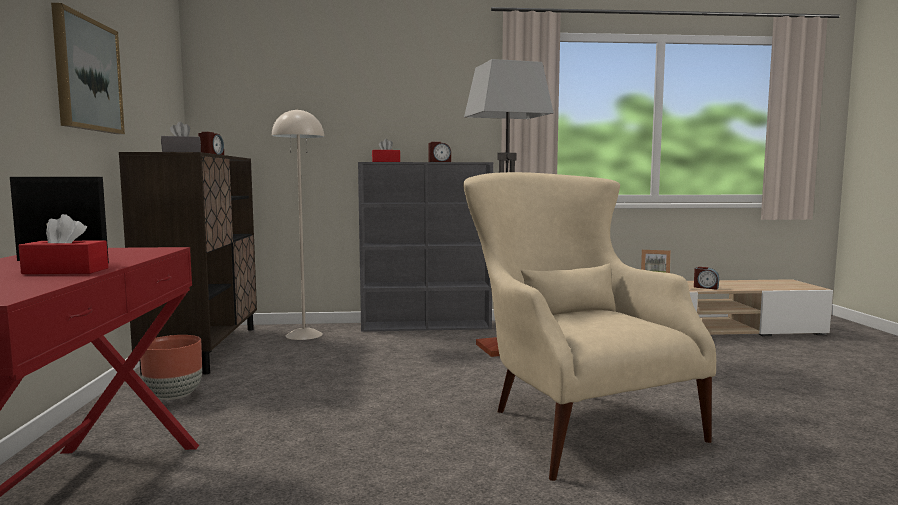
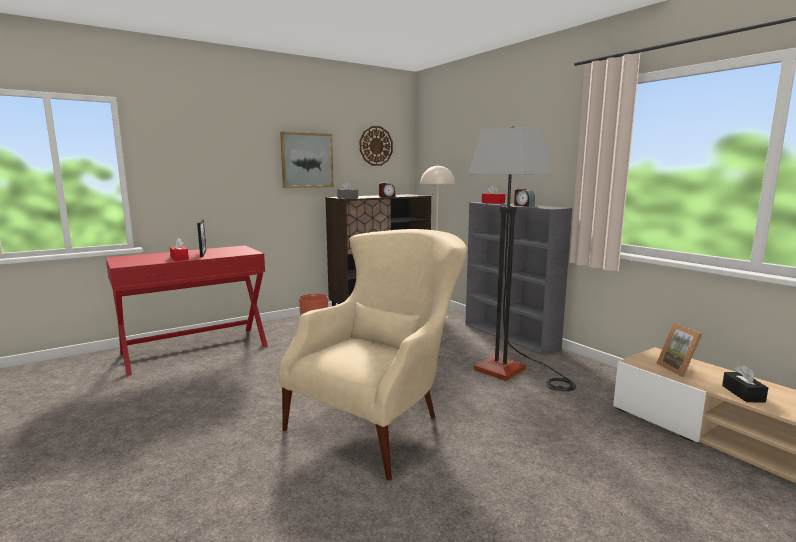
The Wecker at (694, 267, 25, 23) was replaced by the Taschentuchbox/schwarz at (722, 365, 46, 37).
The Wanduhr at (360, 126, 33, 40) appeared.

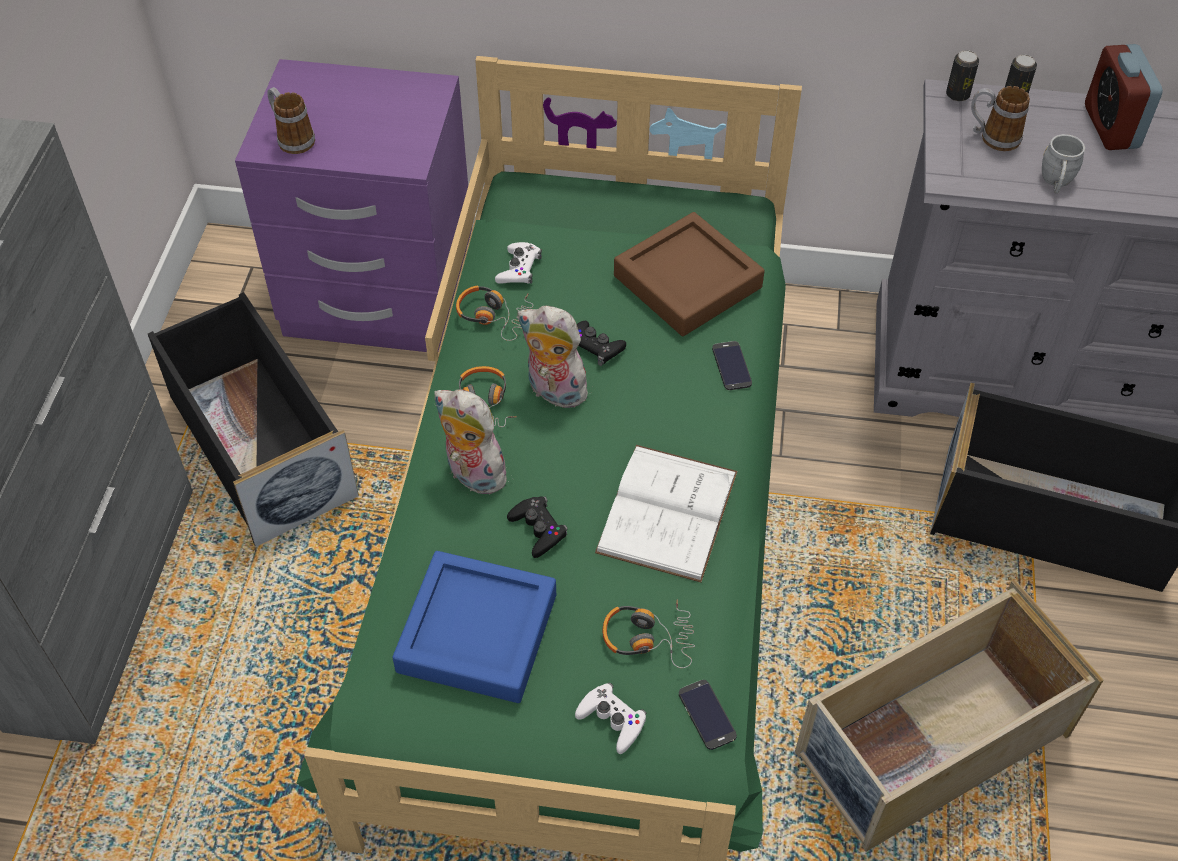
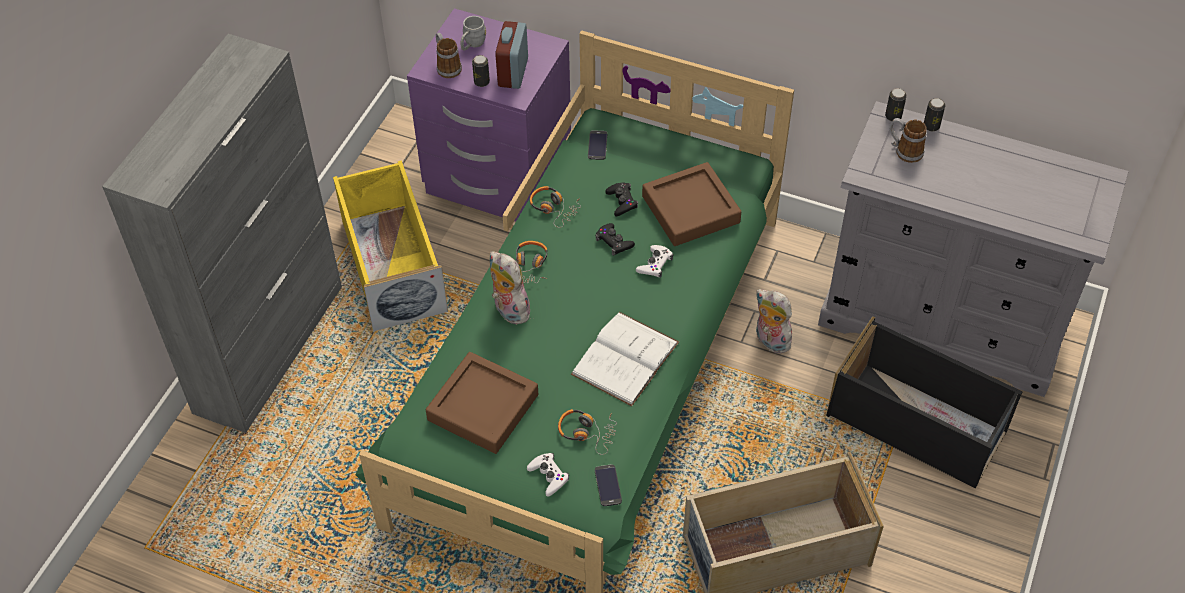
The Wecker moved from (1085, 44, 78, 106) to (495, 21, 33, 68).
The Henkelbecher/grau moved from (1042, 134, 43, 60) to (461, 16, 25, 34).
The Gamepad/weiß moved from (495, 242, 47, 42) to (636, 245, 38, 33).
The Aufbewahrungsbox/schwarz at (148, 292, 211, 255) became the Aufbewahrungsbox/gelb at (333, 160, 115, 171).
The Plüschtier moved from (518, 306, 77, 102) to (755, 289, 37, 64).
The Handy moved from (712, 341, 40, 49) to (588, 130, 19, 30).
The Gamepad/schwarz moved from (507, 496, 61, 62) to (605, 182, 33, 34).
The Tablett/blau at (393, 551, 163, 152) became the Tablett/braun at (426, 352, 112, 102).
The Dose at (472, 55, 18, 32) appeared.

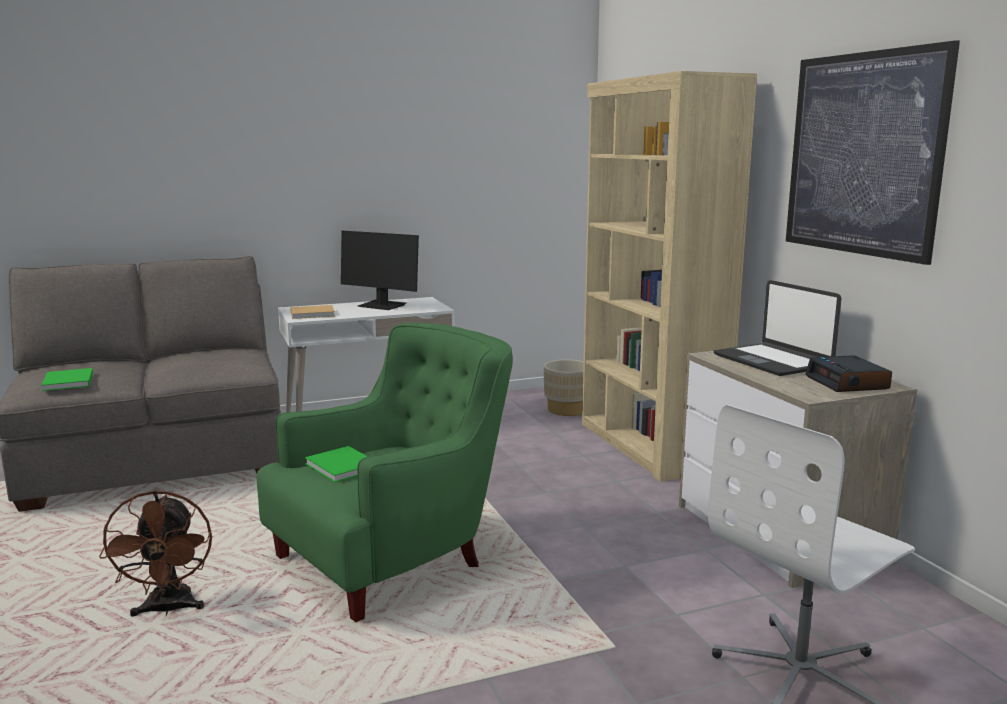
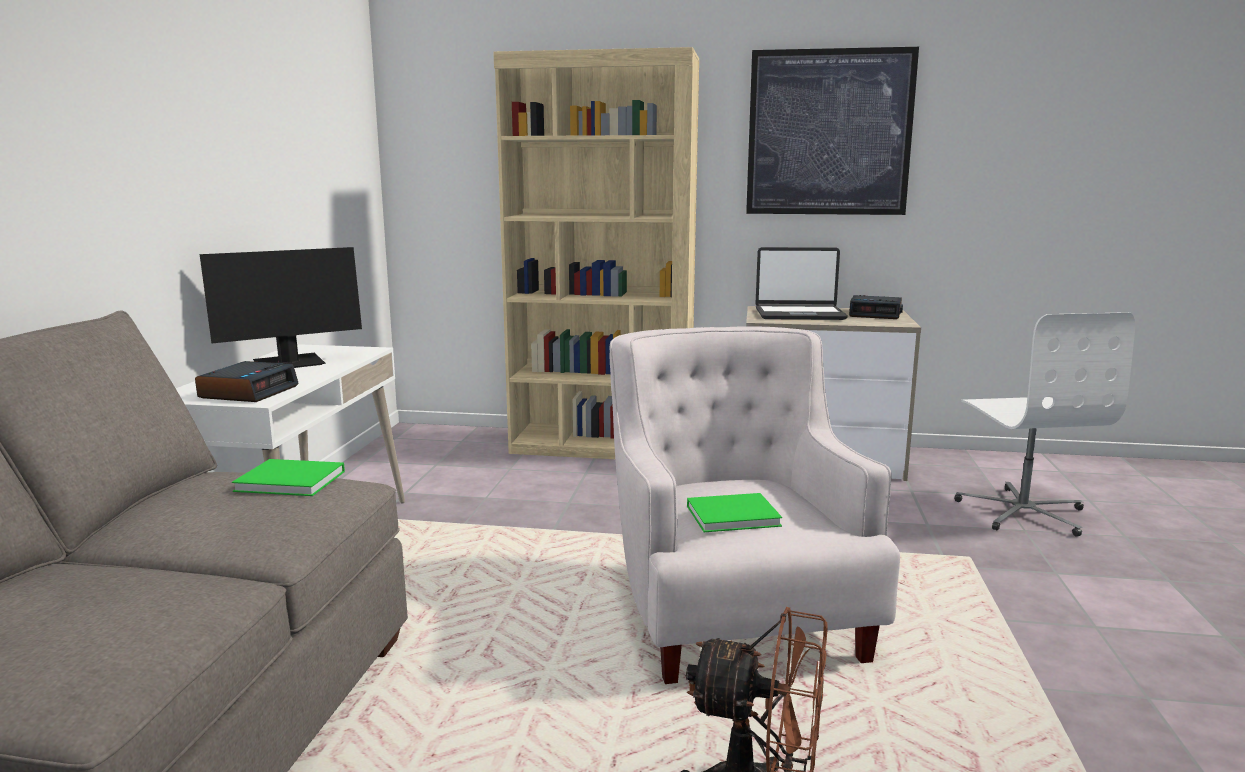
The Buch/beige at (290, 305, 45, 14) was replaced by the Wecker at (195, 361, 104, 41).
The Sessel/grün at (257, 323, 256, 299) became the Sessel/weiß at (610, 327, 290, 357).
The Pflanzkübel/beige at (544, 359, 40, 57) disappeared.
The Buch/grün moved from (41, 368, 52, 23) to (232, 459, 113, 37).

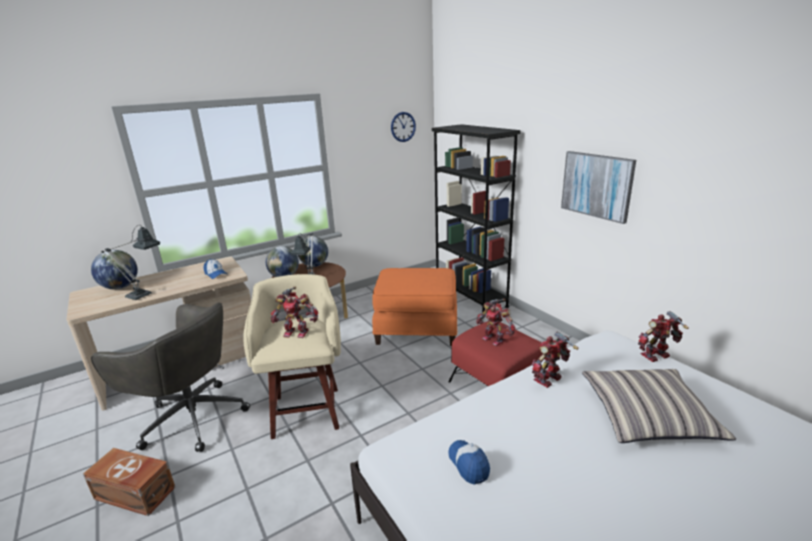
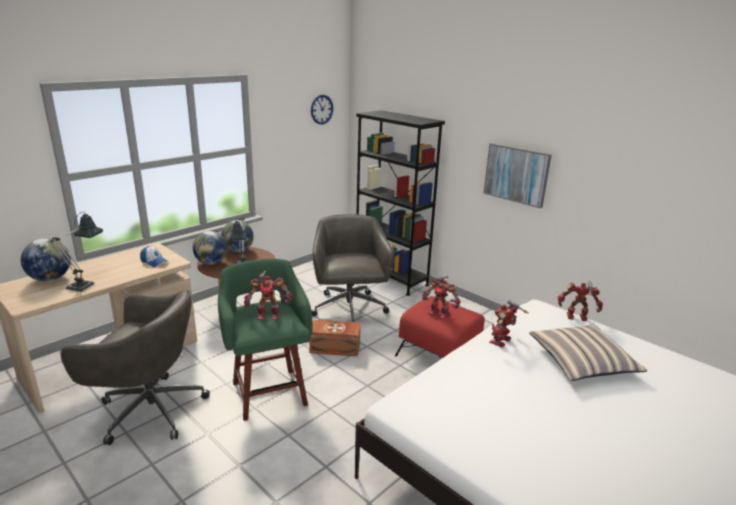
The Polsterhocker/orange at (372, 268, 85, 78) was replaced by the Bürostuhl/grau at (312, 214, 82, 108).
The Hocker/beige at (243, 274, 98, 165) became the Hocker/grün at (218, 259, 94, 162).
The Spielzeugroboter at (638, 311, 51, 51) turned 45 degrees clockwise.
The Kappe at (448, 440, 42, 45) disappeared.
The Aufbewahrungsbox/braun moved from (83, 448, 92, 68) to (309, 320, 52, 36).

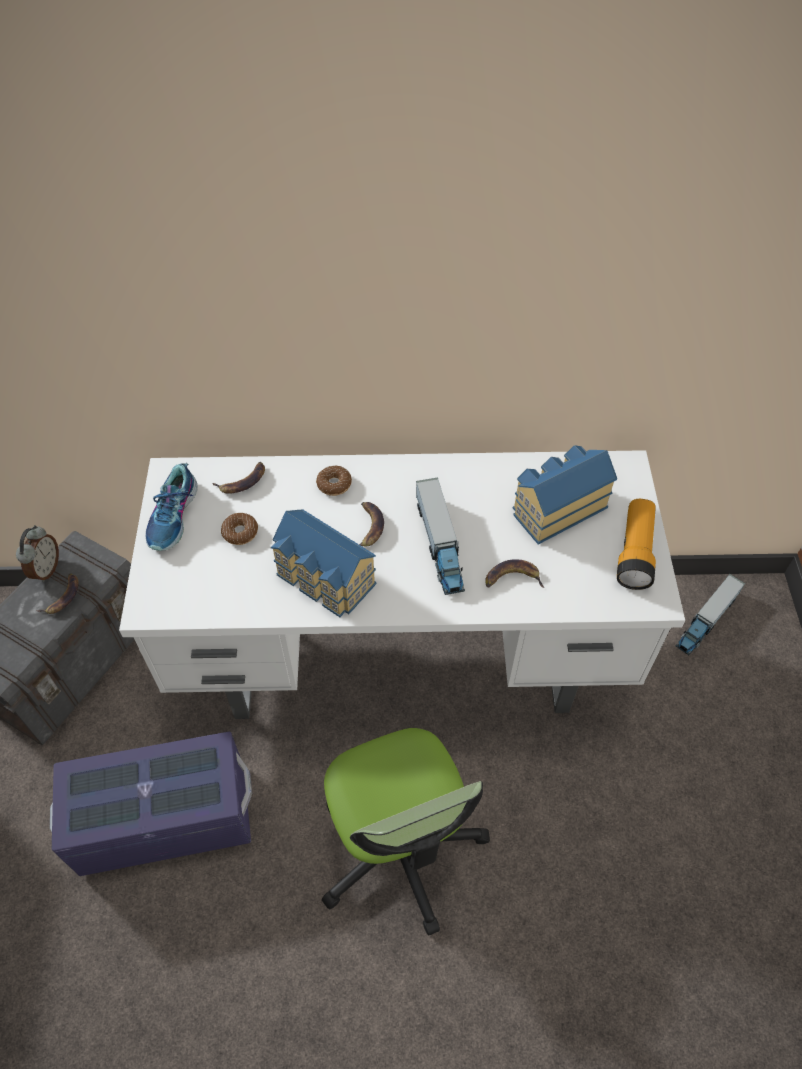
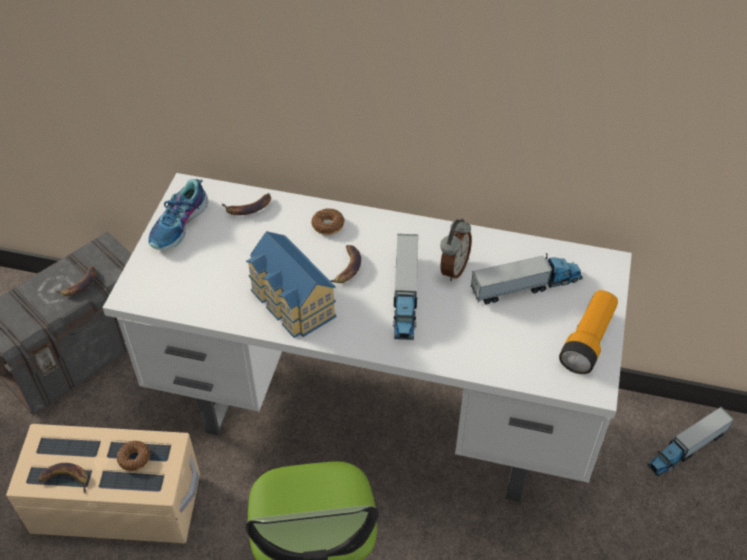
The Spielzeughaus at (513, 445, 104, 100) was replaced by the Spielzeuglaster at (471, 253, 112, 51).
The Donut moved from (221, 513, 37, 32) to (117, 441, 33, 30).
The Wecker moved from (16, 525, 43, 57) to (440, 218, 32, 63).
The Banane moved from (485, 560, 60, 28) to (38, 463, 50, 31).
The Aufbewahrungsbox/lila at (50, 732, 202, 144) became the Aufbewahrungsbox/beige at (6, 424, 194, 119).

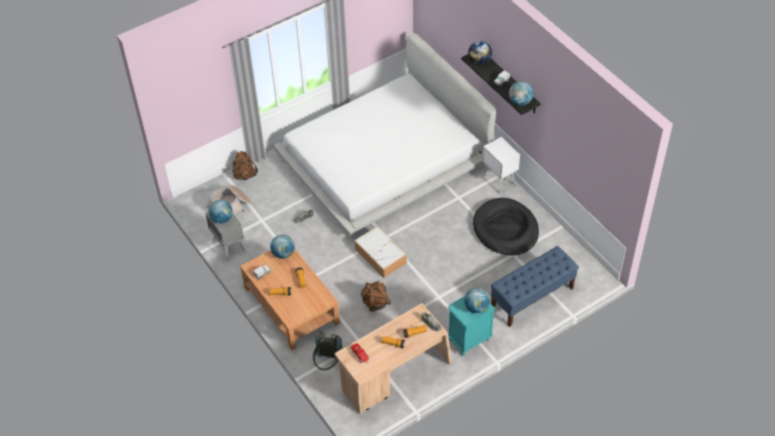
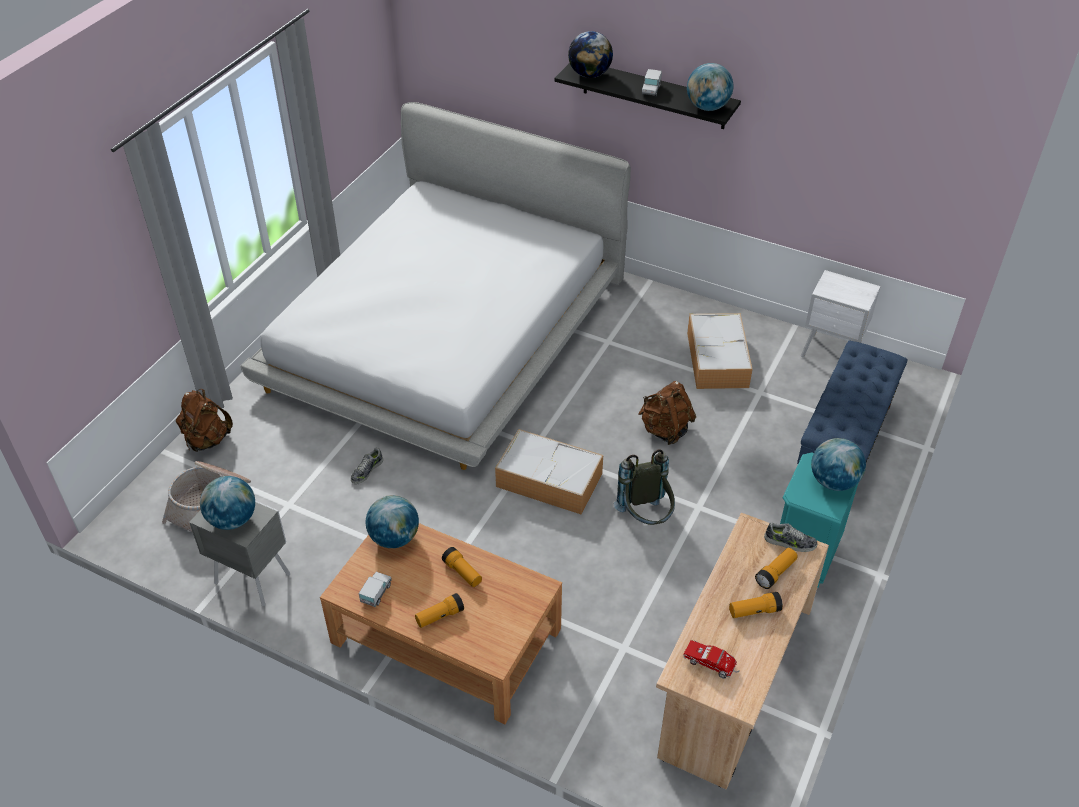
The Nachttisch/weiß moved from (482, 137, 38, 56) to (801, 270, 80, 87).
The Hundebett/schwarz at (473, 198, 66, 57) was replaced by the Aufbewahrungsbox at (687, 313, 66, 76).
The Rucksack/braun moved from (361, 281, 30, 31) to (638, 381, 58, 64).
The Rucksack/grau moved from (313, 331, 29, 39) to (614, 449, 61, 76).

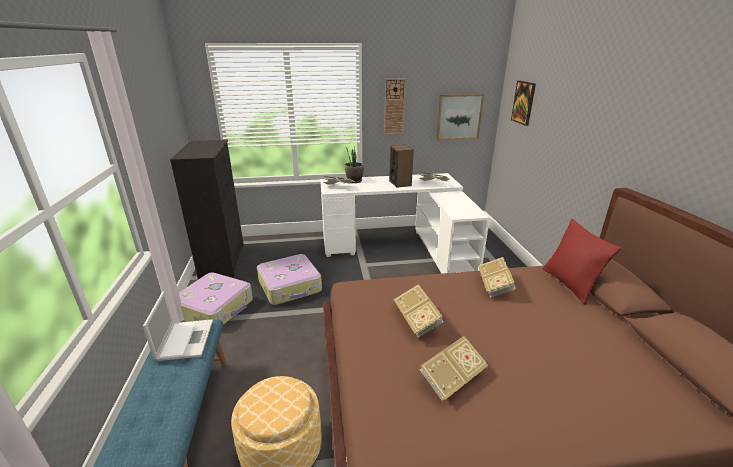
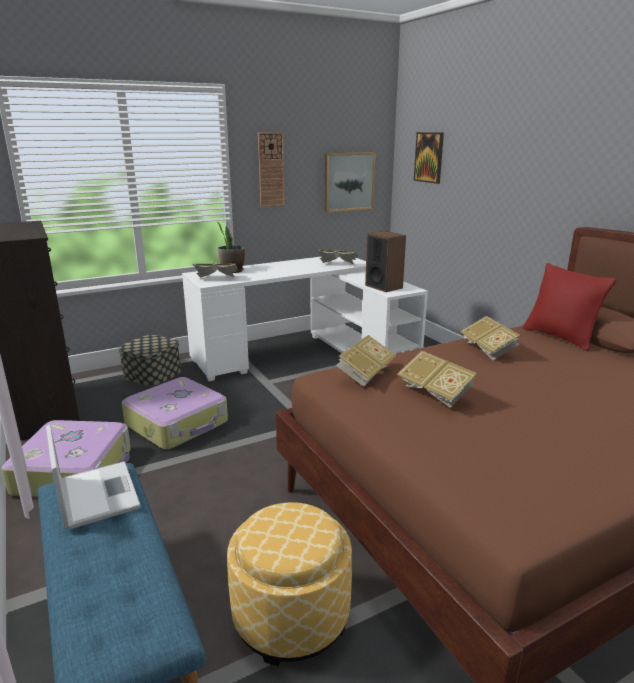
The Lautsprecher moved from (389, 145, 25, 43) to (365, 231, 41, 61).
The Buch moved from (420, 336, 69, 65) to (336, 335, 61, 52).
The Aufbewahrungsbox at (119, 335, 62, 51) appeared.

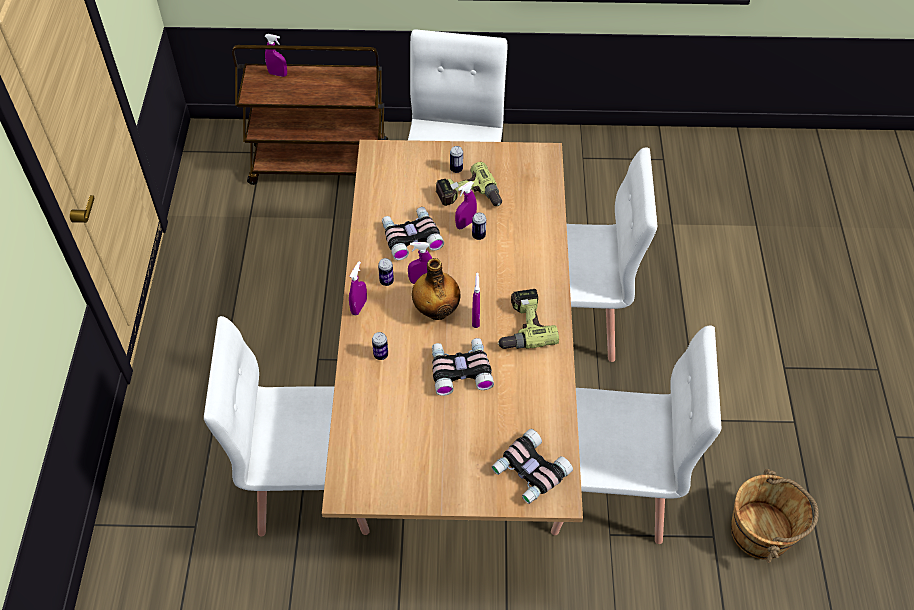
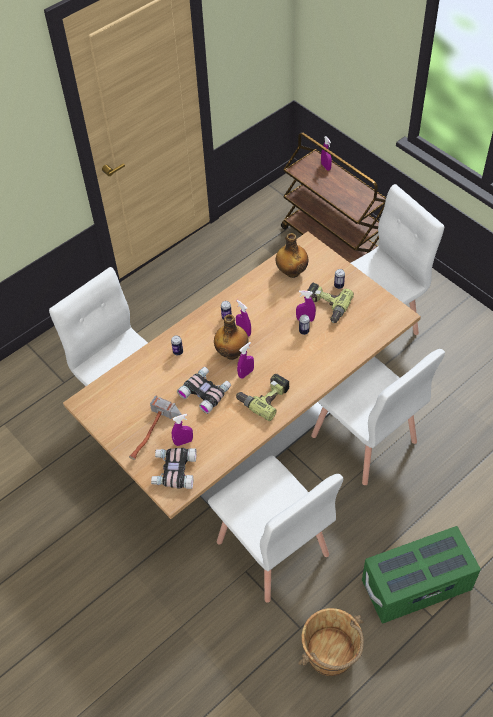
The Fernglas at (382, 207, 62, 53) disappeared.
The Sprühflasche/lila moved from (349, 261, 18, 54) to (172, 414, 21, 32).
The Flasche at (276, 233, 33, 45) appeared.
The Hammer at (129, 395, 53, 65) appeared.
The Aufbewahrungsbox/grün at (362, 526, 119, 97) appeared.

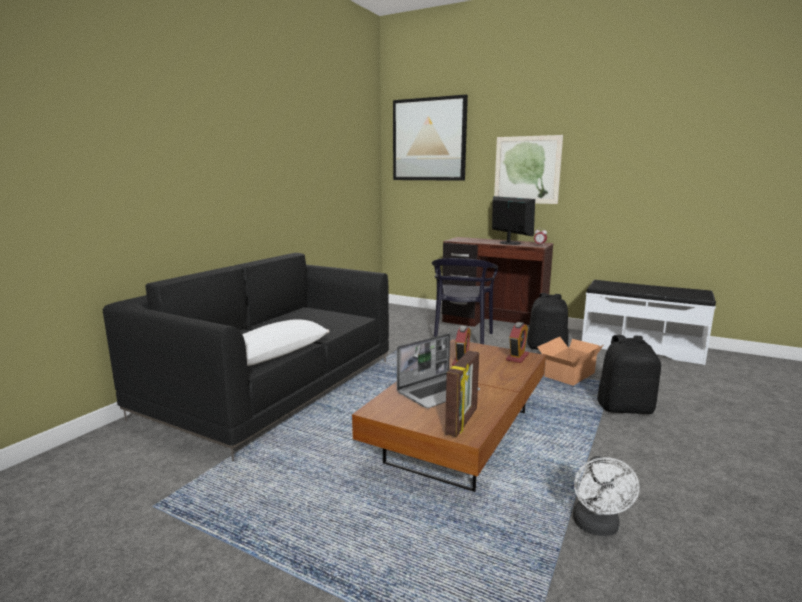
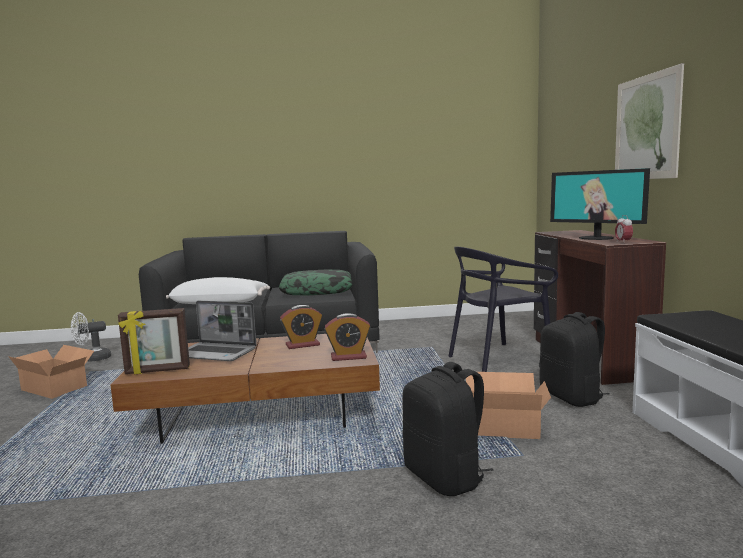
The Bild at (393, 95, 75, 86) disappeared.
The Monitor at (492, 196, 43, 49) turned 105 degrees clockwise.
The Ventilator/weiß moved from (573, 456, 66, 80) to (71, 312, 40, 50).
The Kissen at (279, 270, 73, 26) appeared.
The Karton at (8, 345, 86, 54) appeared.

